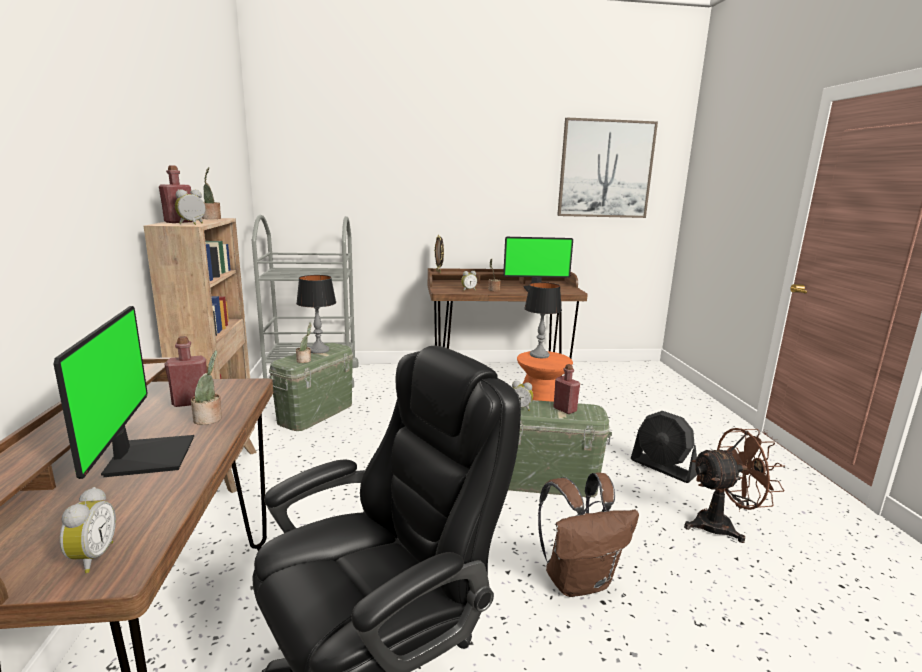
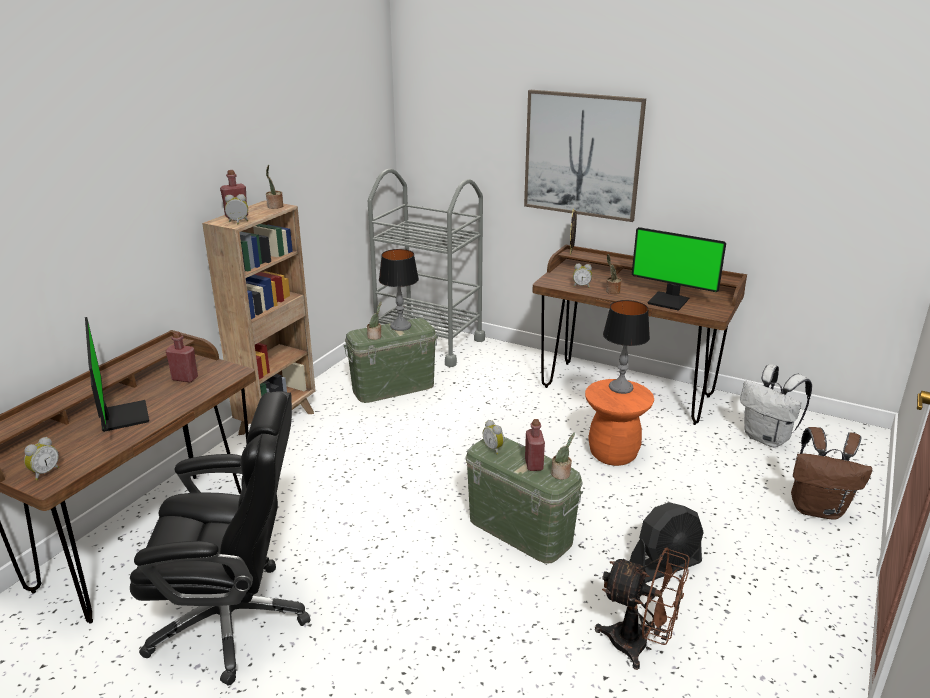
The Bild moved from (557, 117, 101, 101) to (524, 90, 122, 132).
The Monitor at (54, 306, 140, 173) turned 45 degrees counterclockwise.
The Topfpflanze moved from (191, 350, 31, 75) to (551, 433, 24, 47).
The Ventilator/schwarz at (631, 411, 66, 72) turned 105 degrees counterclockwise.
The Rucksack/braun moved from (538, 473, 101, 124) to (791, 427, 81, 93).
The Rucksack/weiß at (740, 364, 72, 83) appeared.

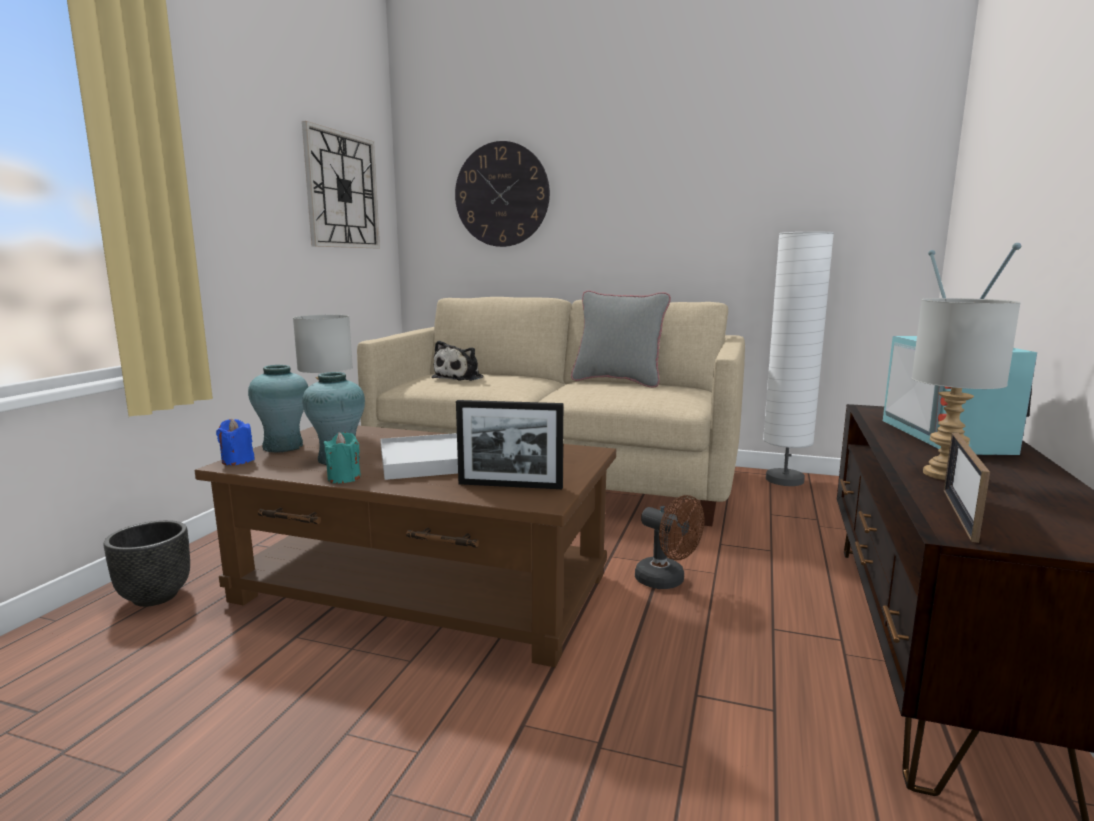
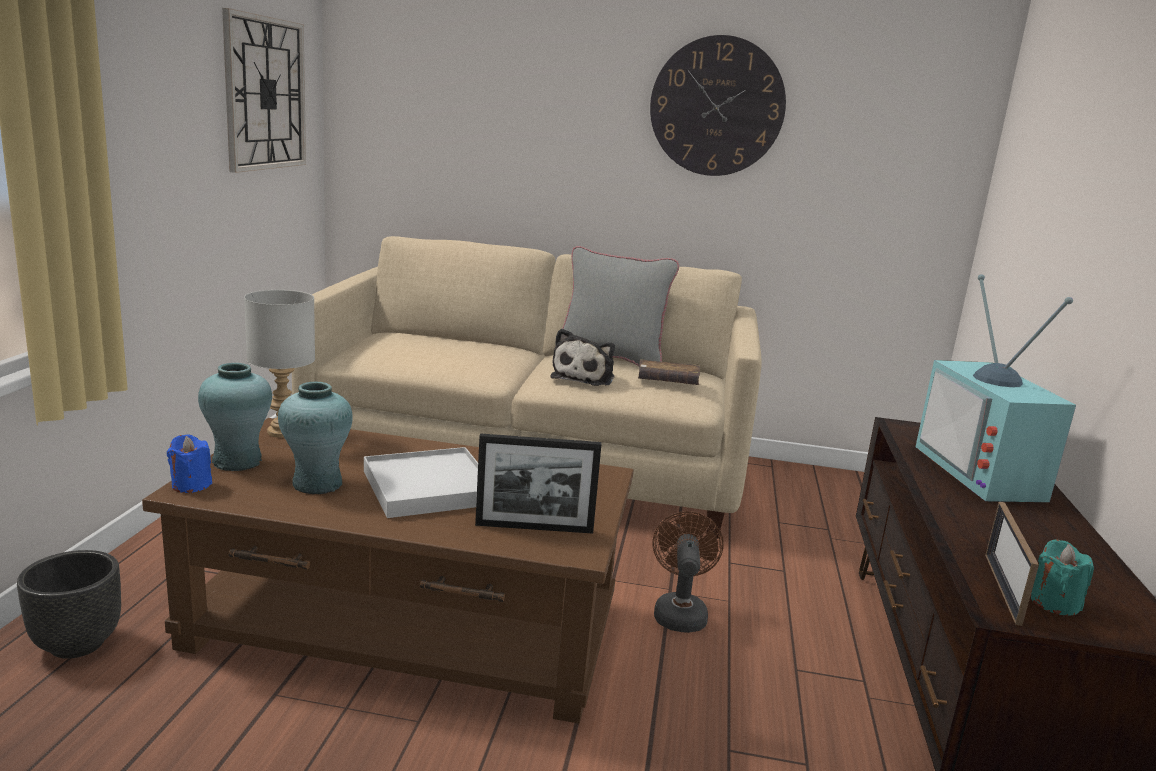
The Wanduhr moved from (455, 141, 95, 106) to (650, 35, 136, 141).
The Stehlampe/weiß at (763, 232, 71, 254) disappeared.
The Tischlampe/grau at (912, 298, 109, 182) disappeared.
The Plüschtier moved from (432, 340, 51, 41) to (550, 328, 65, 58).
The Kerze/türkis moved from (324, 432, 37, 51) to (1031, 539, 63, 76).
The Ventilator/braun at (635, 495, 69, 94) turned 120 degrees counterclockwise.
The Buch/braun at (638, 359, 62, 26) appeared.

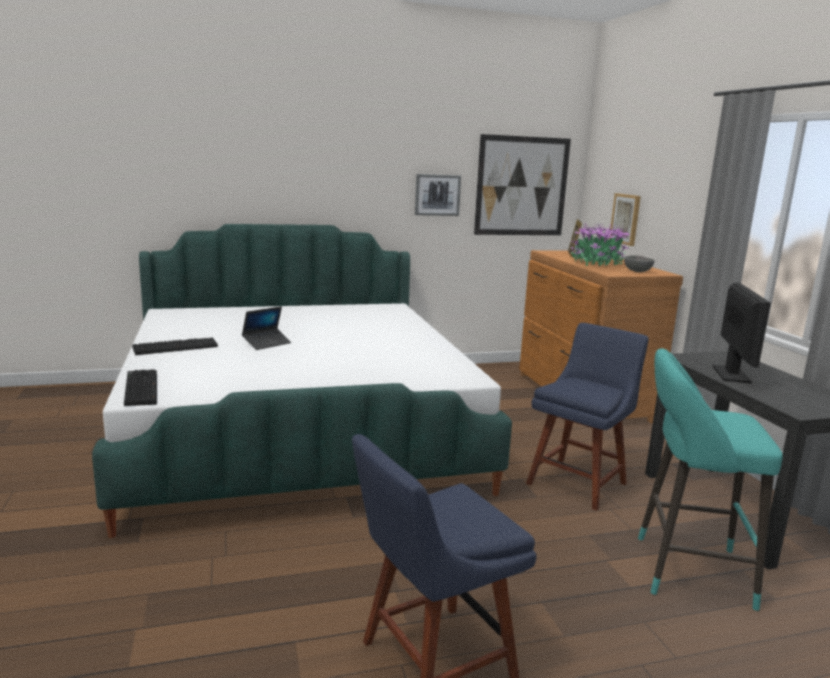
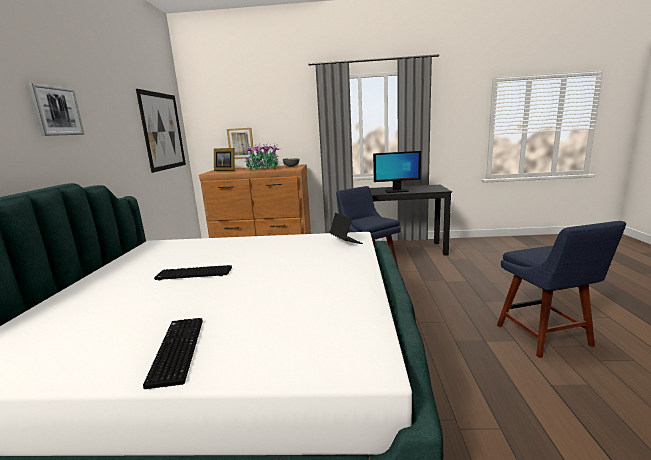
The Bild moved from (415, 174, 46, 42) to (28, 83, 57, 53).
The Monitor at (712, 282, 59, 101) turned 150 degrees clockwise.
The Laptop moved from (242, 306, 49, 44) to (330, 213, 33, 31).
The Hocker/türkis at (638, 348, 145, 263) disappeared.
The Tastatur moved from (124, 369, 33, 37) to (154, 265, 78, 16).

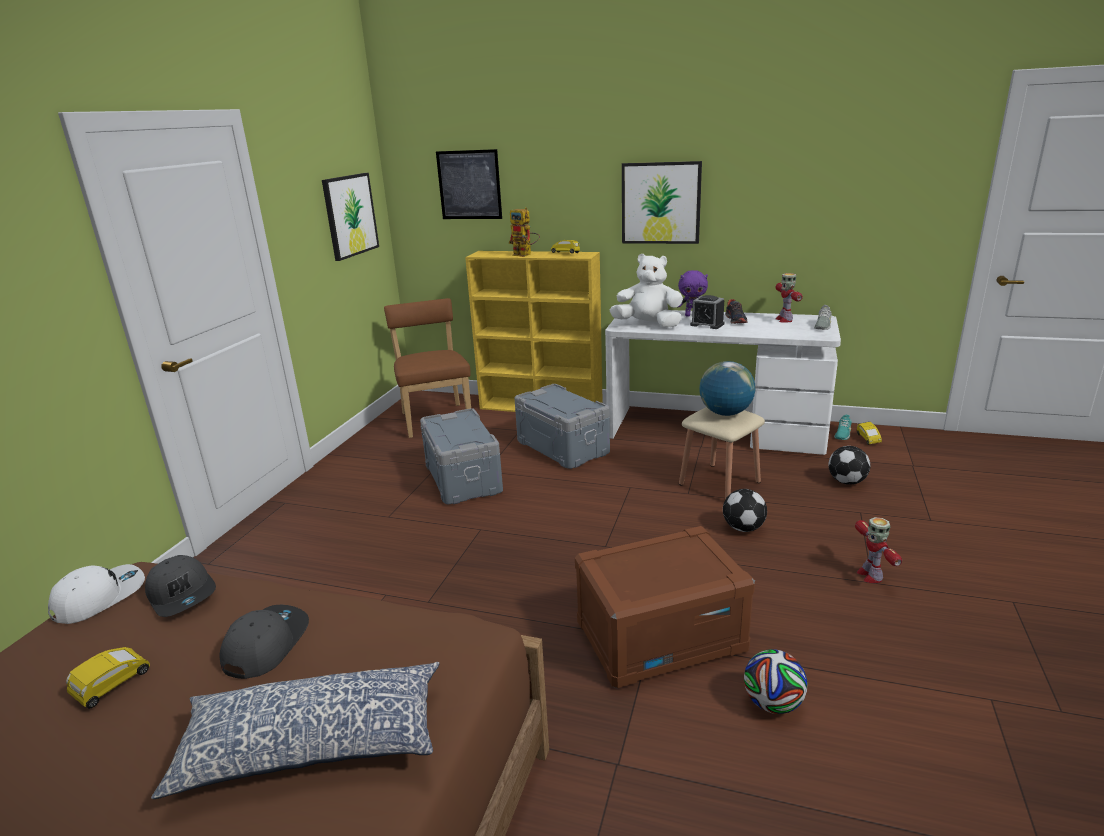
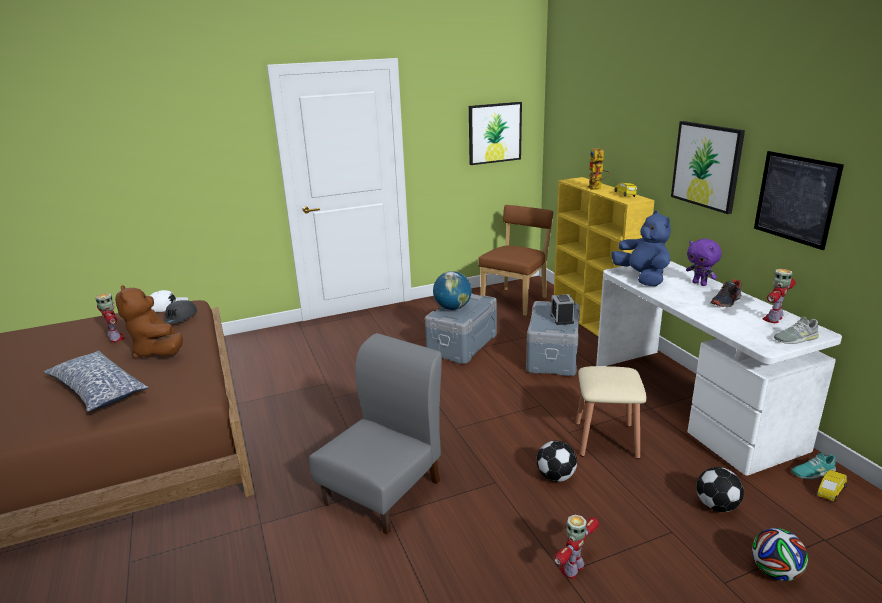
The Bild moved from (436, 149, 66, 70) to (754, 151, 90, 99).
The Plüschtier/weiß at (609, 254, 74, 73) became the Plüschtier/blau at (611, 210, 60, 77).
The Wecker moved from (690, 295, 35, 34) to (551, 294, 24, 31).
The Globus moved from (699, 361, 56, 55) to (433, 271, 39, 39).
The Aufbewahrungsbox/braun at (575, 526, 180, 162) was replaced by the Stuhl/grau at (309, 333, 133, 201).
The Kappe/grau at (220, 605, 89, 74) was replaced by the Plüschtier/braun at (115, 285, 68, 73).
The Spielzeugauto/gelb at (66, 647, 84, 62) was replaced by the Spielzeugroboter at (96, 293, 29, 50).
The Fußball moved from (744, 649, 63, 65) to (752, 528, 56, 53).

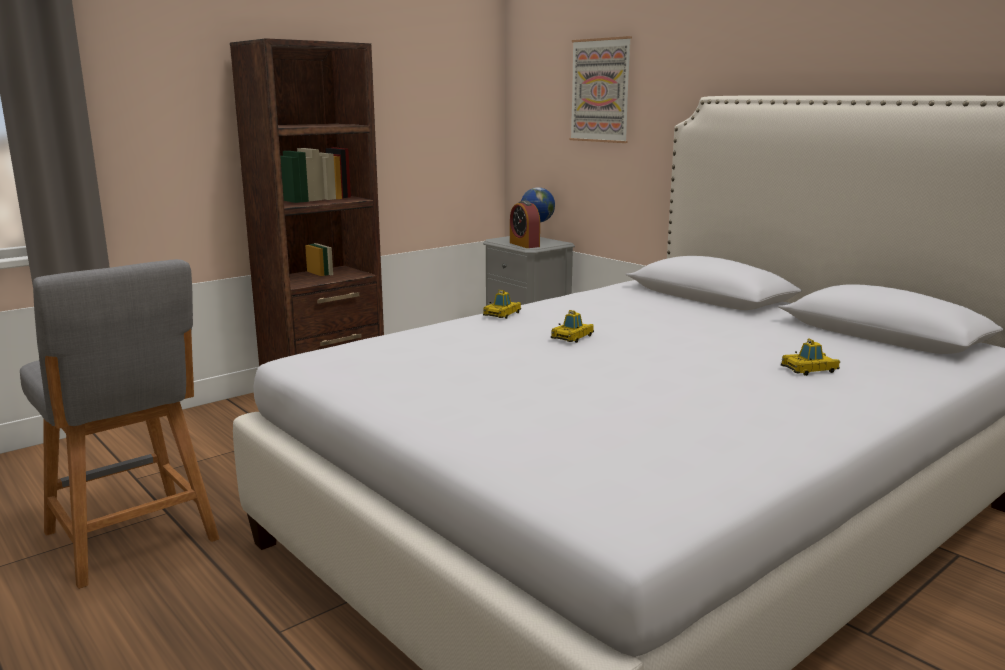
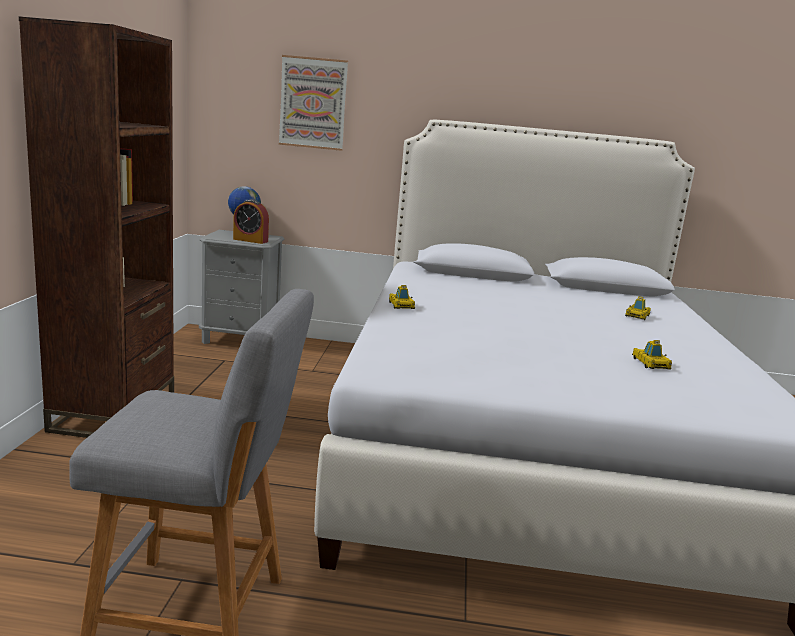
The Spielzeugauto moved from (551, 310, 43, 33) to (632, 340, 40, 30).

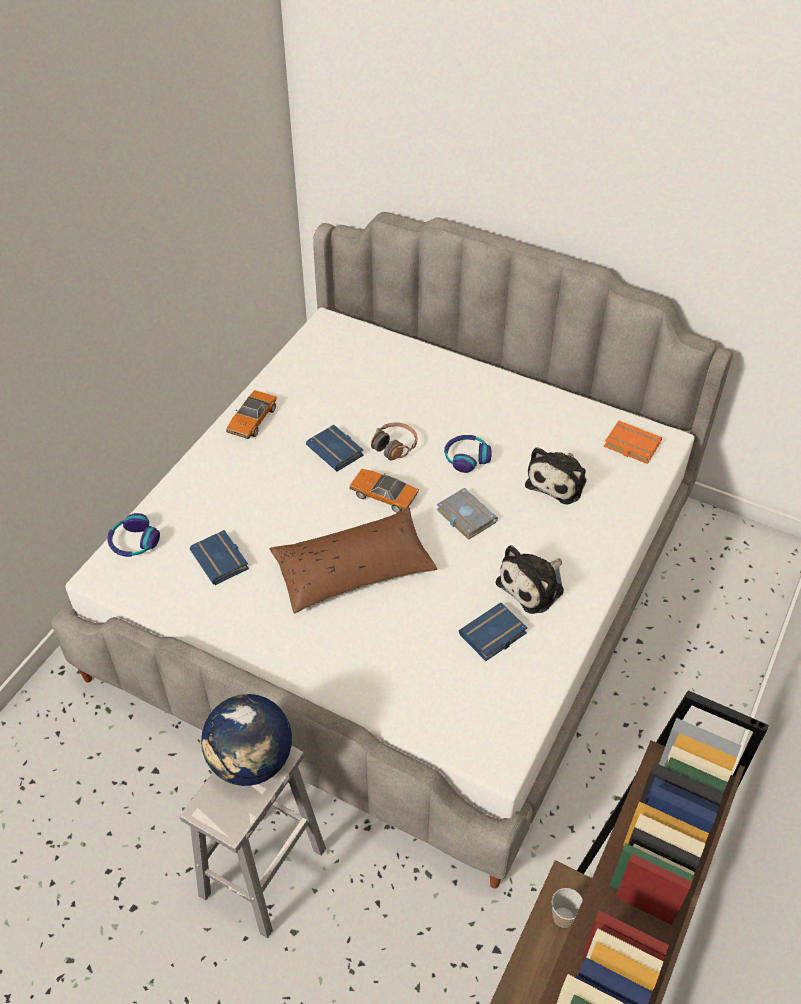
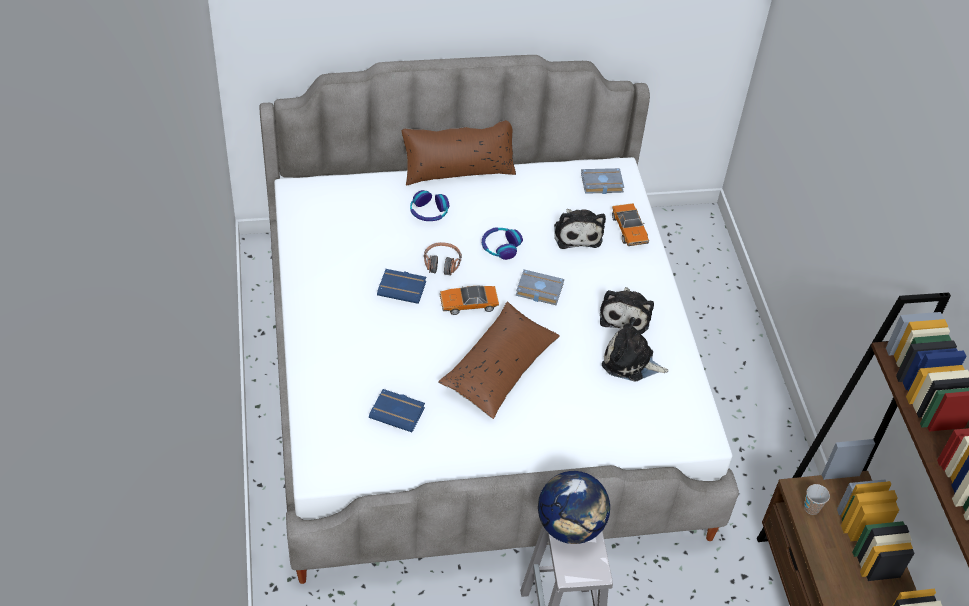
The Spielzeugauto moved from (226, 390, 51, 49) to (612, 203, 37, 43).
The Buch/orange at (604, 421, 58, 43) became the Buch/grau at (581, 168, 43, 26).
The Kopfhörer moved from (107, 513, 53, 44) to (410, 190, 39, 31).
The Buch/blau at (459, 603, 68, 58) was replaced by the Plüschtier at (602, 317, 67, 65).
The Kissen/braun at (402, 120, 114, 65) appeared.

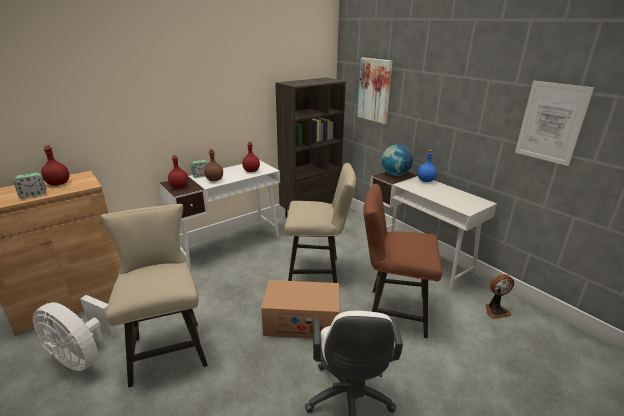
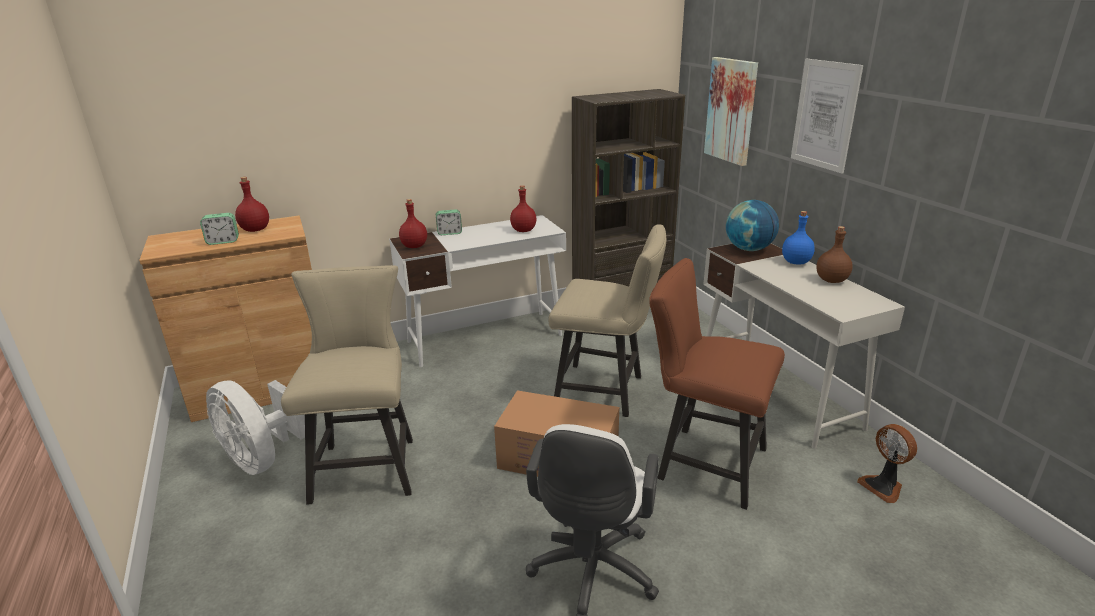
The Bild moved from (515, 81, 79, 85) to (791, 59, 72, 114).
The Flasche/braun moved from (204, 149, 19, 32) to (816, 226, 37, 57).
The Ventilator at (485, 274, 29, 45) turned 60 degrees clockwise.

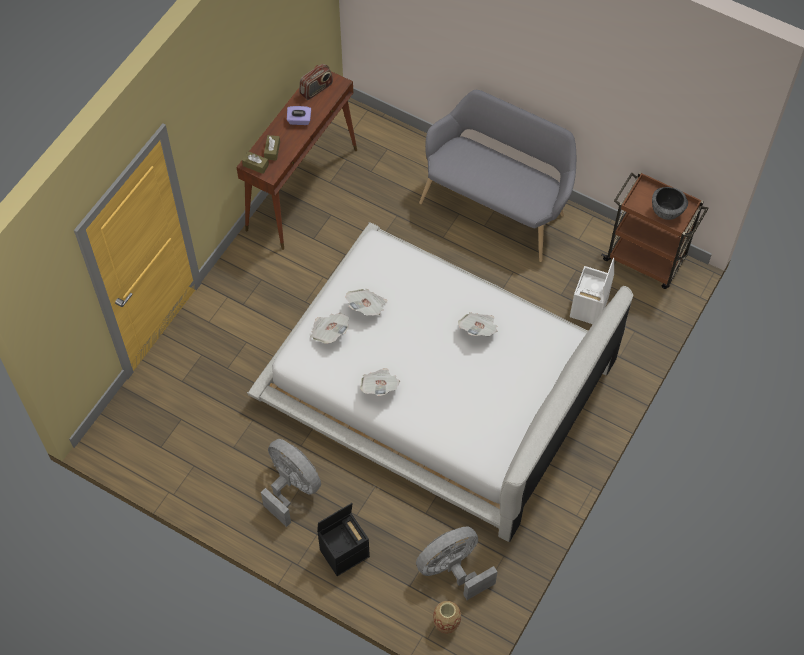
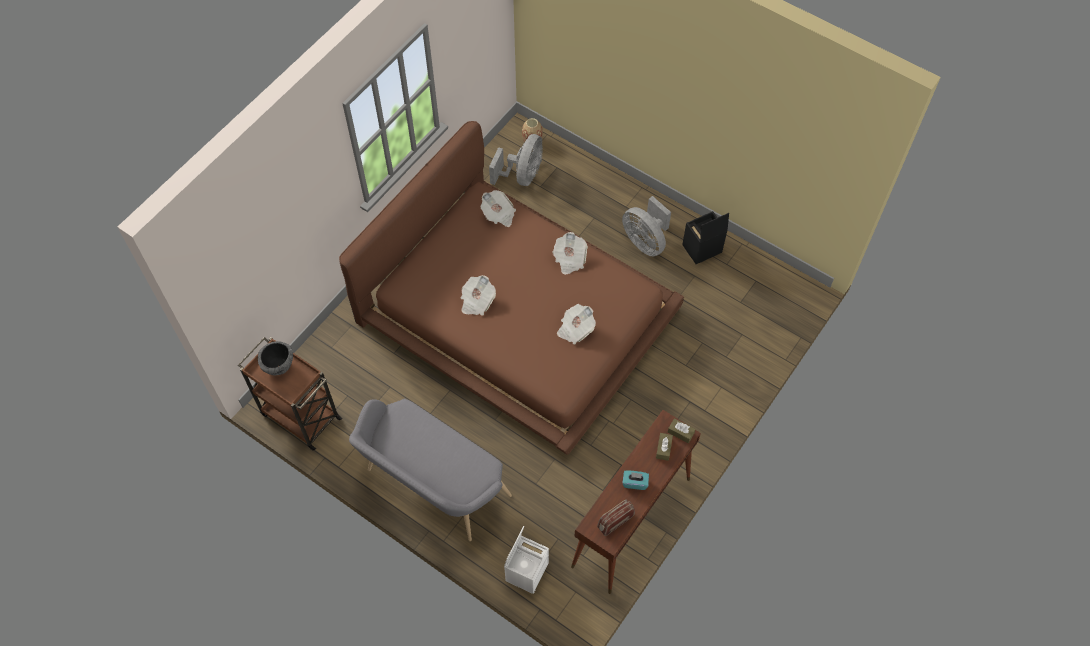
The Taschentuchbox/lila at (287, 106, 24, 19) became the Taschentuchbox/türkis at (622, 470, 27, 20).
The Bett/weiß at (247, 222, 386, 320) became the Bett/braun at (339, 121, 345, 334).
The Aufbewahrungsbox/weiß moved from (570, 258, 44, 66) to (504, 526, 45, 68).
The Zeitung moved from (310, 313, 39, 31) to (480, 190, 36, 37).
The Aufbewahrungsbox/schwarz moved from (317, 503, 53, 73) to (682, 211, 47, 53).
The Ventilator/grau at (416, 526, 82, 74) turned 45 degrees counterclockwise.

